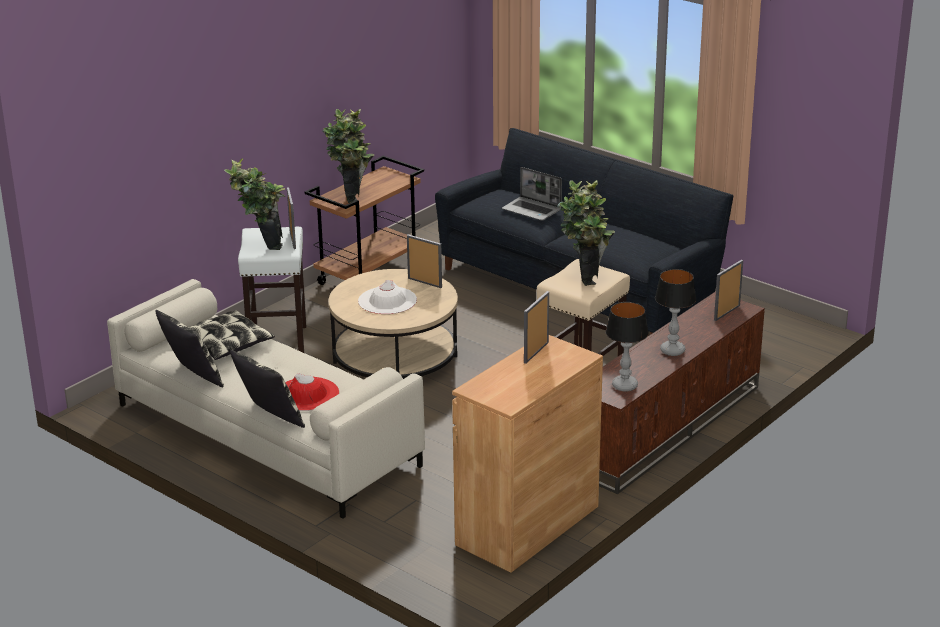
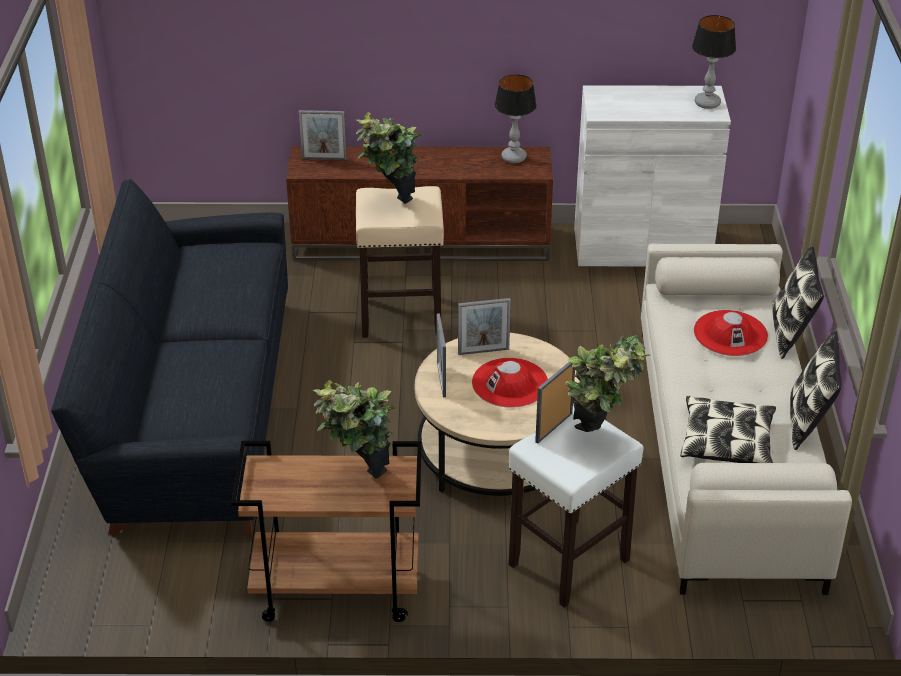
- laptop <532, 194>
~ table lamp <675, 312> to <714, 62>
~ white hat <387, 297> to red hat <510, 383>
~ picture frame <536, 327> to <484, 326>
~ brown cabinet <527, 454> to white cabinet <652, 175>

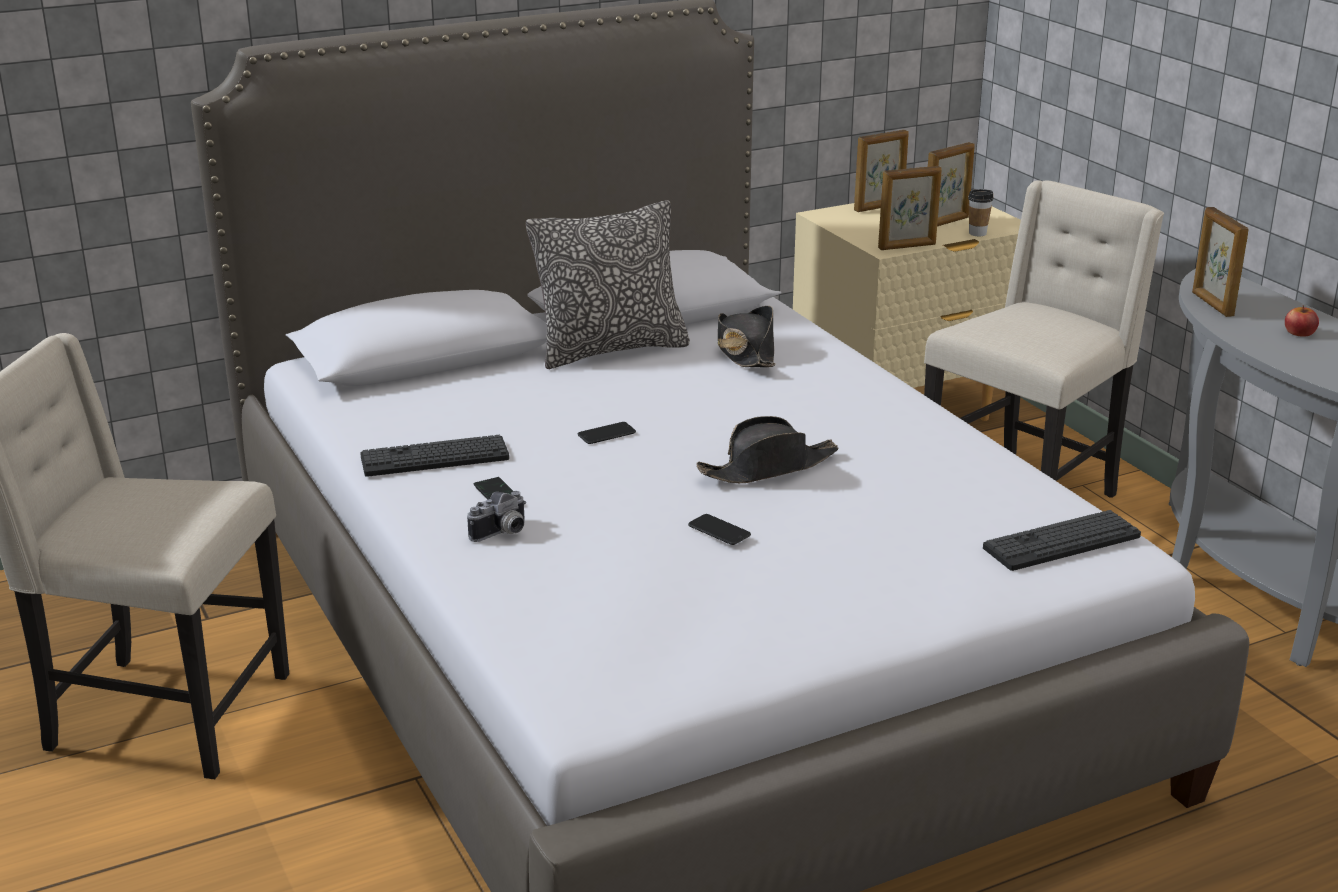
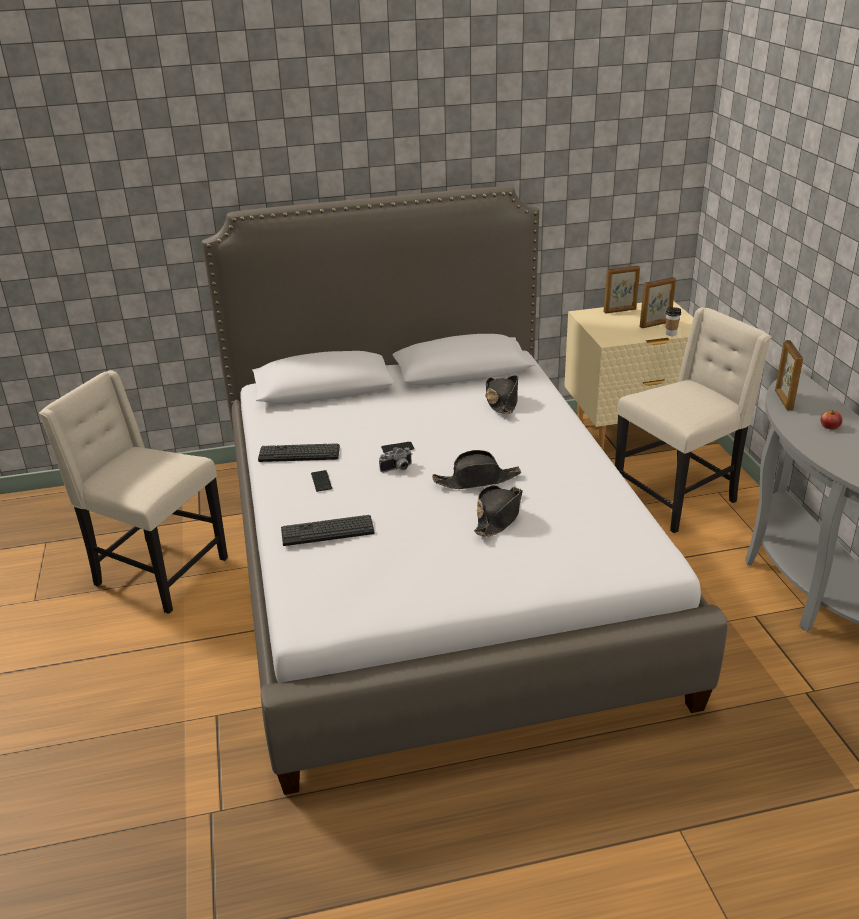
- picture frame <910, 208>
- pillow <608, 284>
~ photo camera <496, 516> to <395, 459>
~ keyboard <1062, 540> to <327, 530>
- phone <719, 529>
+ black hat <498, 511>

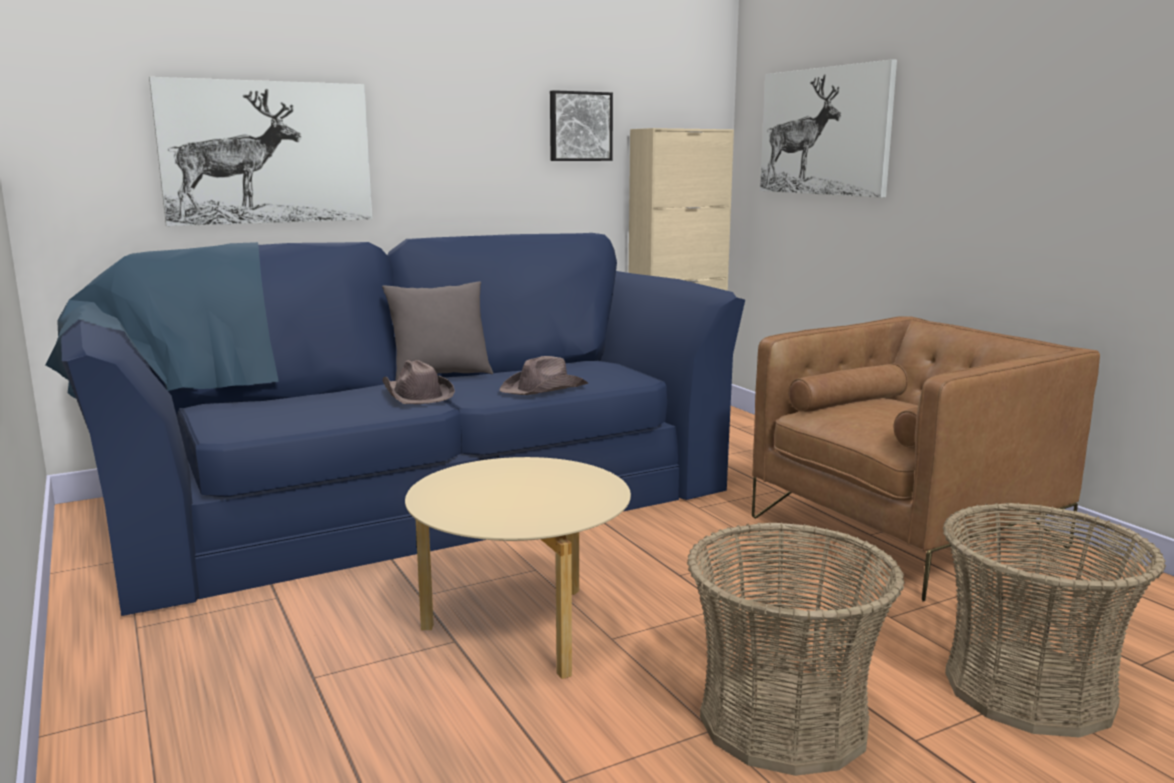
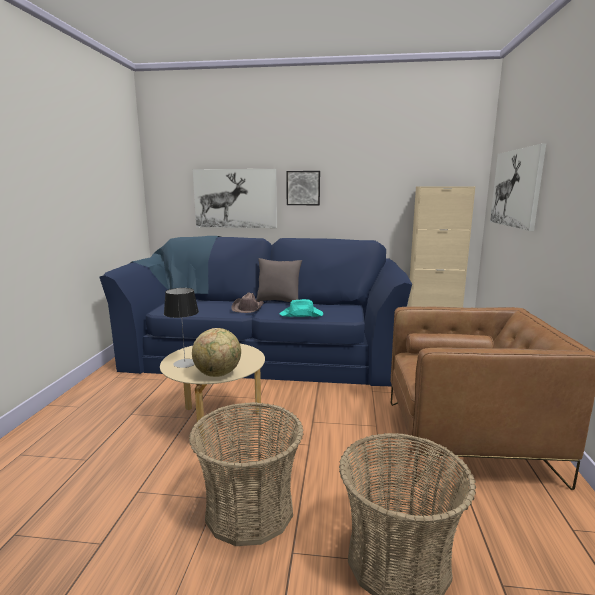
~ picture <581, 125> to <303, 188>
~ brown hat <543, 375> to turquoise hat <301, 308>
+ table lamp <181, 328>
+ globe <216, 352>

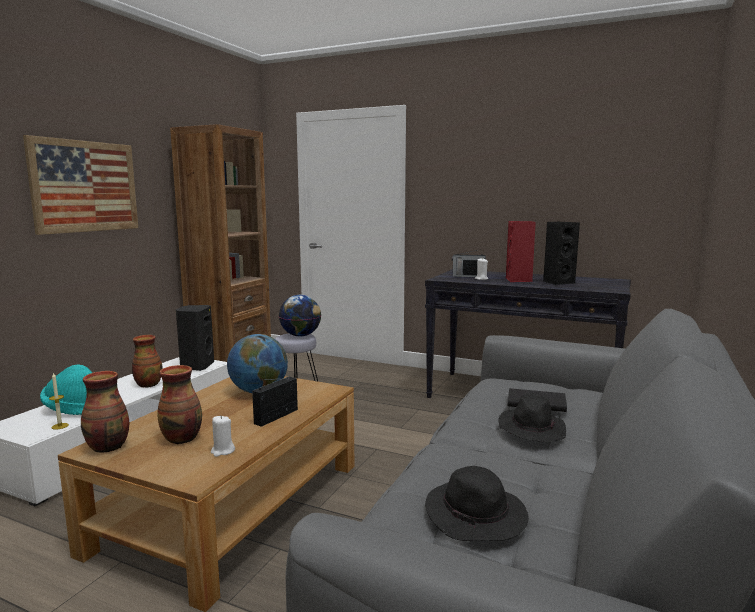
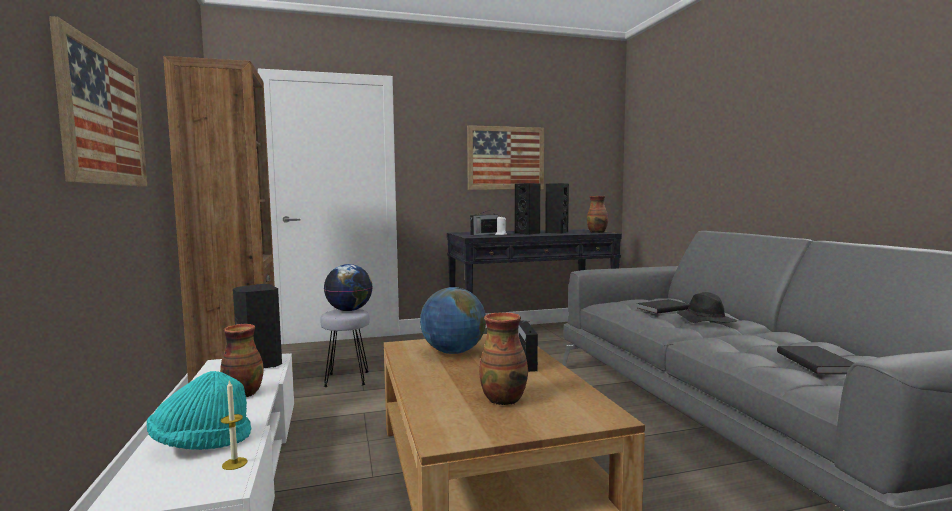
~ red speaker <521, 251> to black speaker <527, 209>
~ vase <105, 412> to <597, 214>
- white candle <223, 436>
~ black hat <477, 503> to black book <815, 360>
+ picture <505, 157>

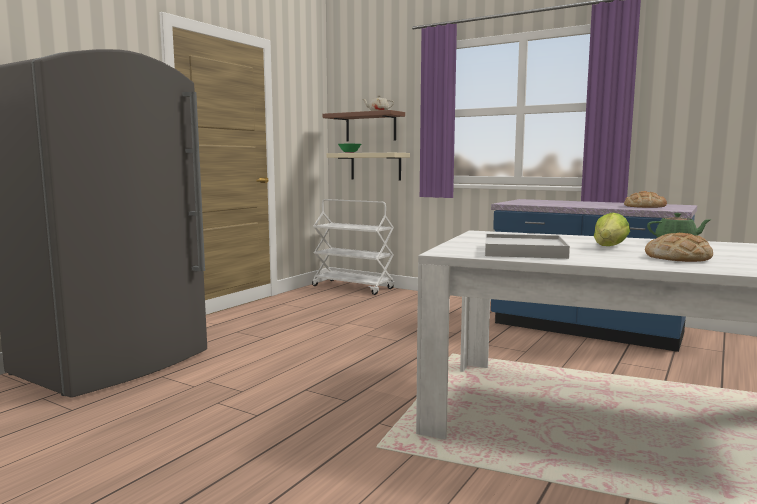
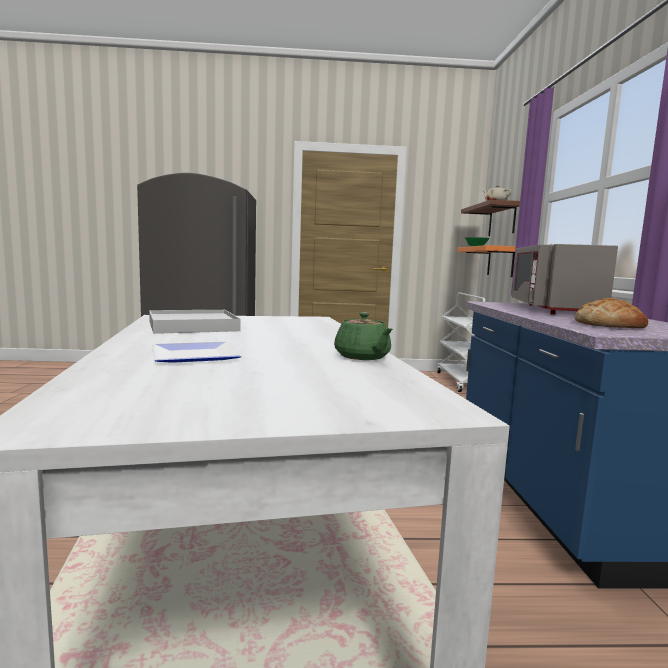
~ beige shelf <368, 167> to orange shelf <486, 261>
- lettuce <612, 229>
~ bread <679, 247> to plate <197, 352>
+ grey microwave <565, 279>

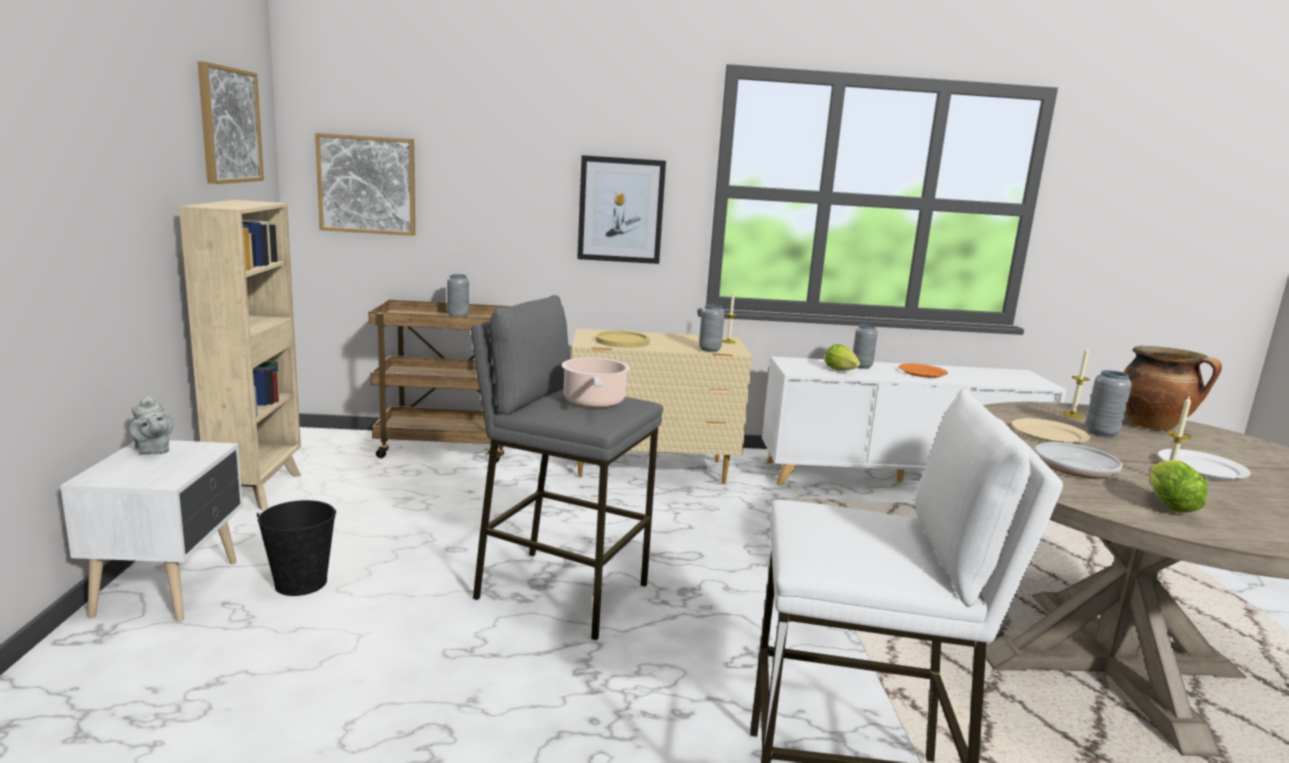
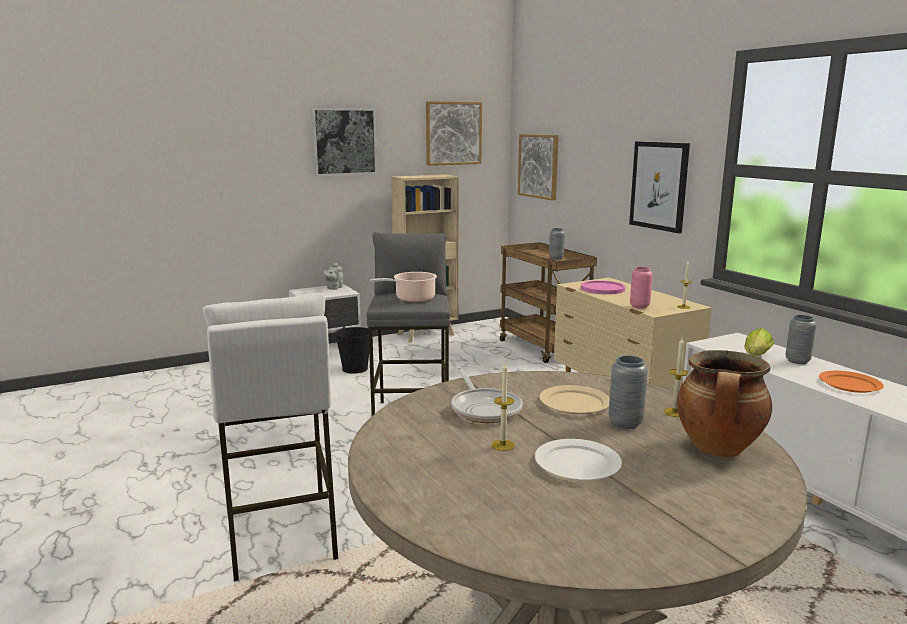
~ grey vase <712, 328> to pink vase <641, 288>
~ yellow plate <623, 339> to pink plate <603, 287>
- lettuce <1179, 486>
+ picture <344, 142>

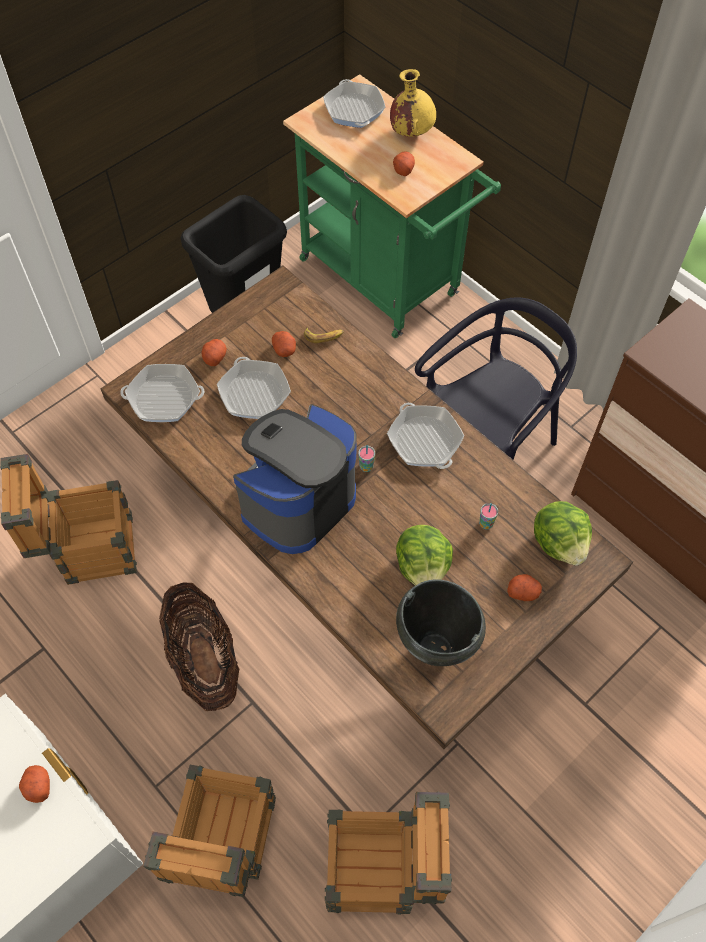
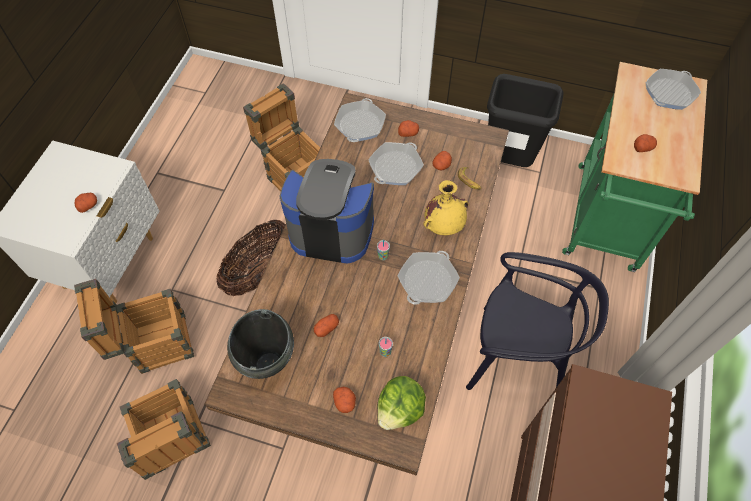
~ yellow vase <413, 103> to <446, 207>
~ frying pan <162, 393> = <360, 120> 45 degrees clockwise
~ lettuce <424, 555> to potato <326, 325>

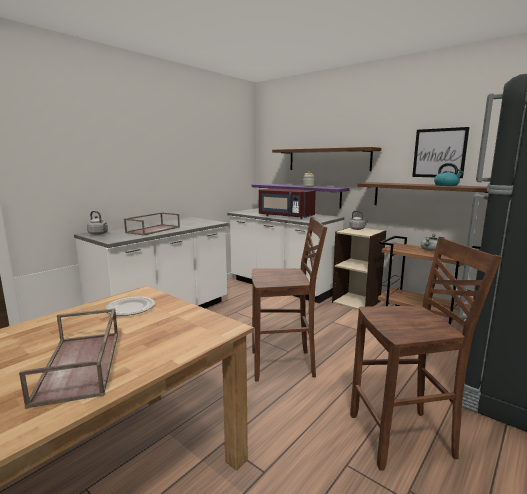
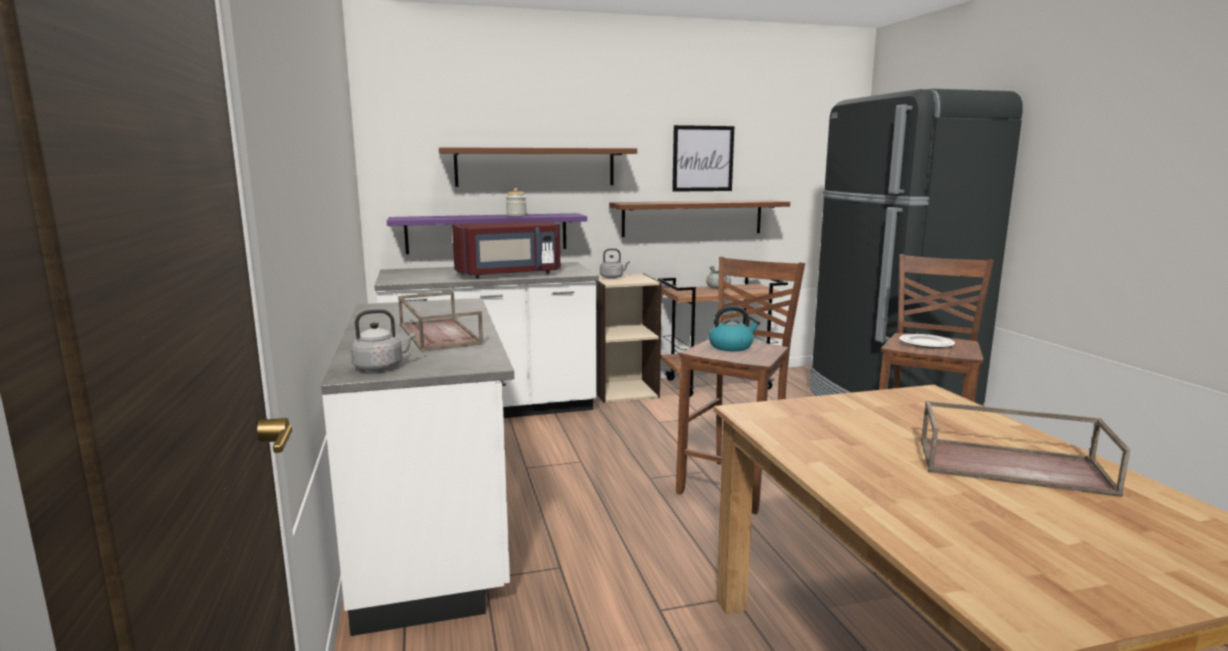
~ kettle <449, 174> to <734, 328>
~ plate <130, 306> to <927, 341>

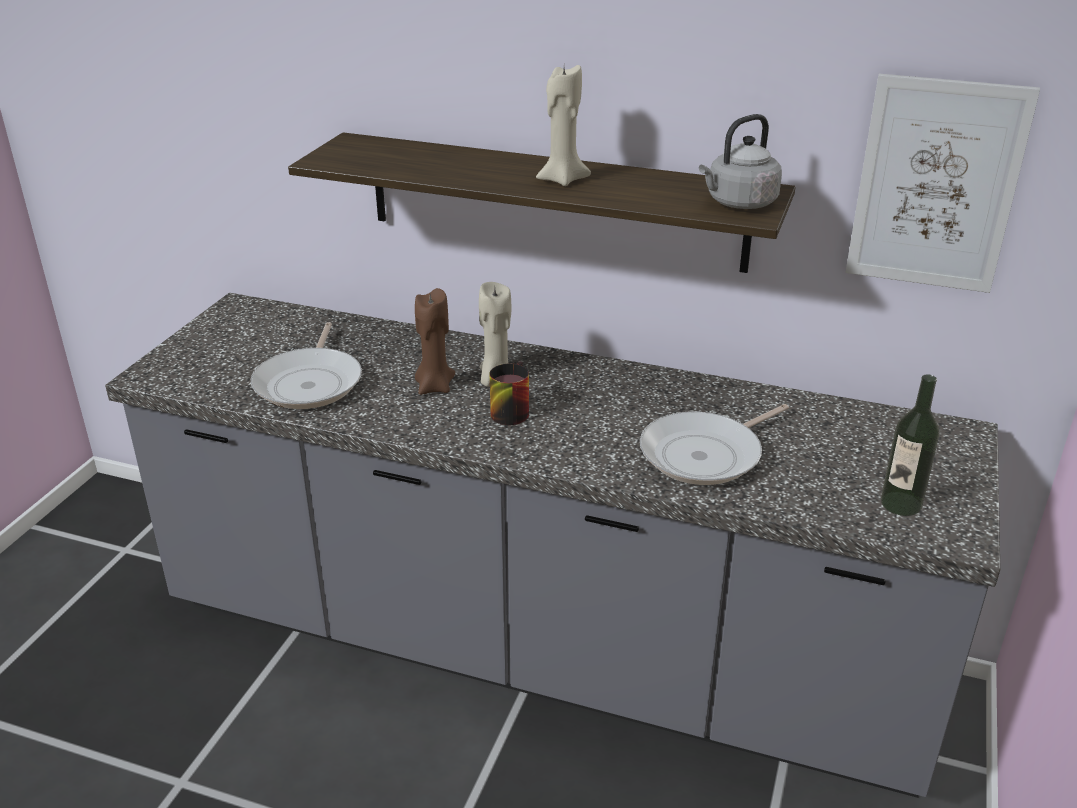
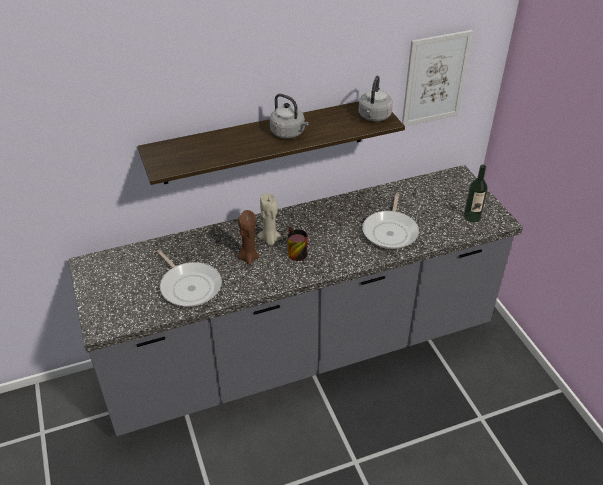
~ beige candle <563, 125> to grey kettle <289, 116>

